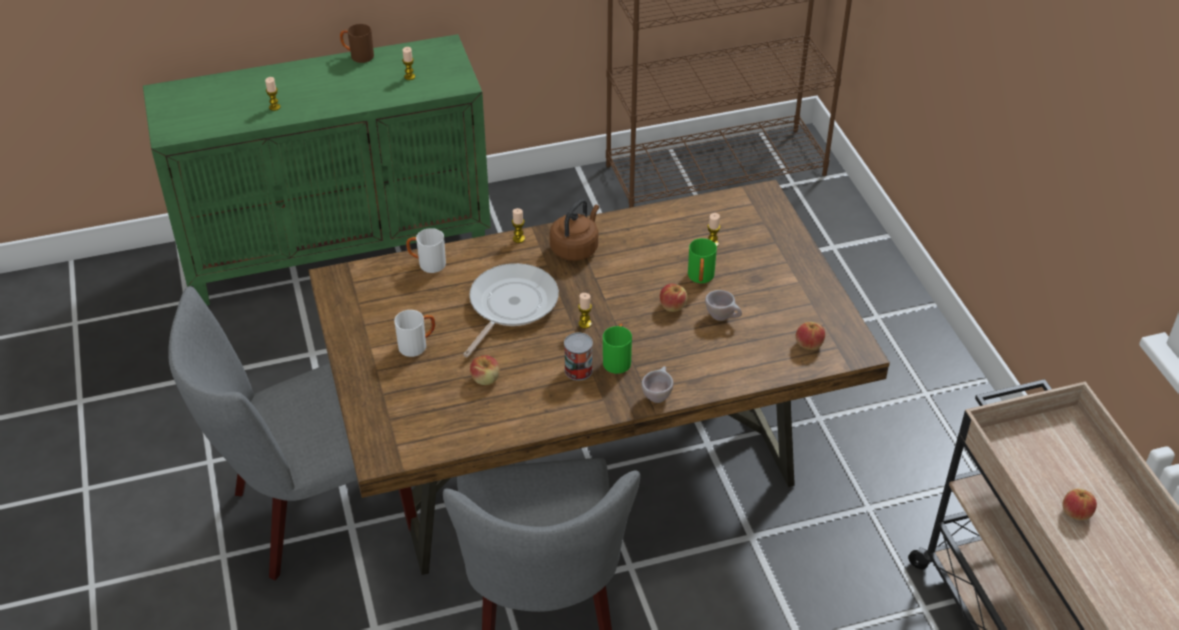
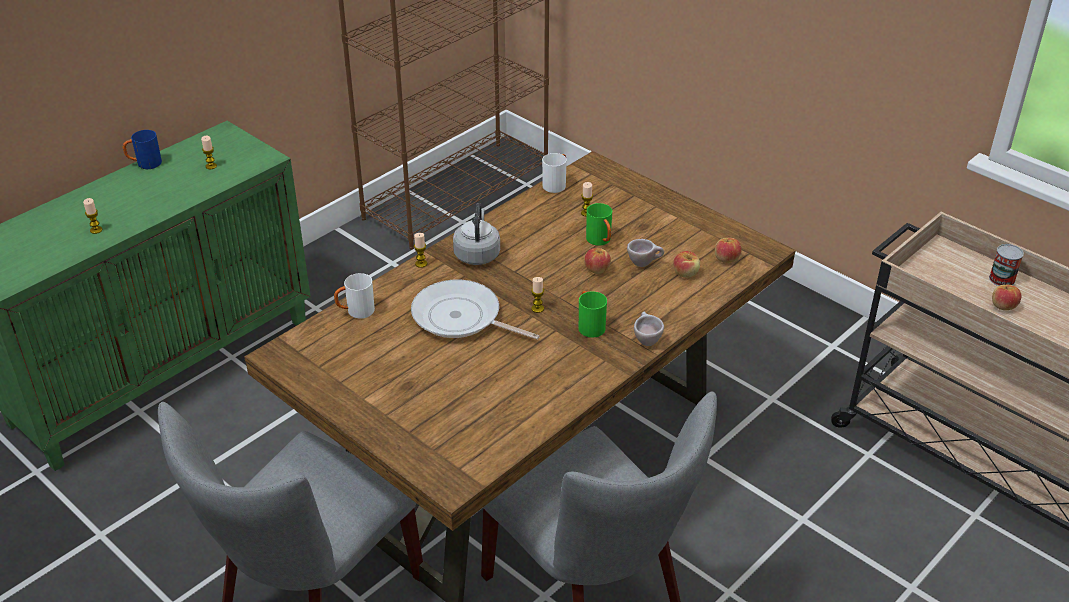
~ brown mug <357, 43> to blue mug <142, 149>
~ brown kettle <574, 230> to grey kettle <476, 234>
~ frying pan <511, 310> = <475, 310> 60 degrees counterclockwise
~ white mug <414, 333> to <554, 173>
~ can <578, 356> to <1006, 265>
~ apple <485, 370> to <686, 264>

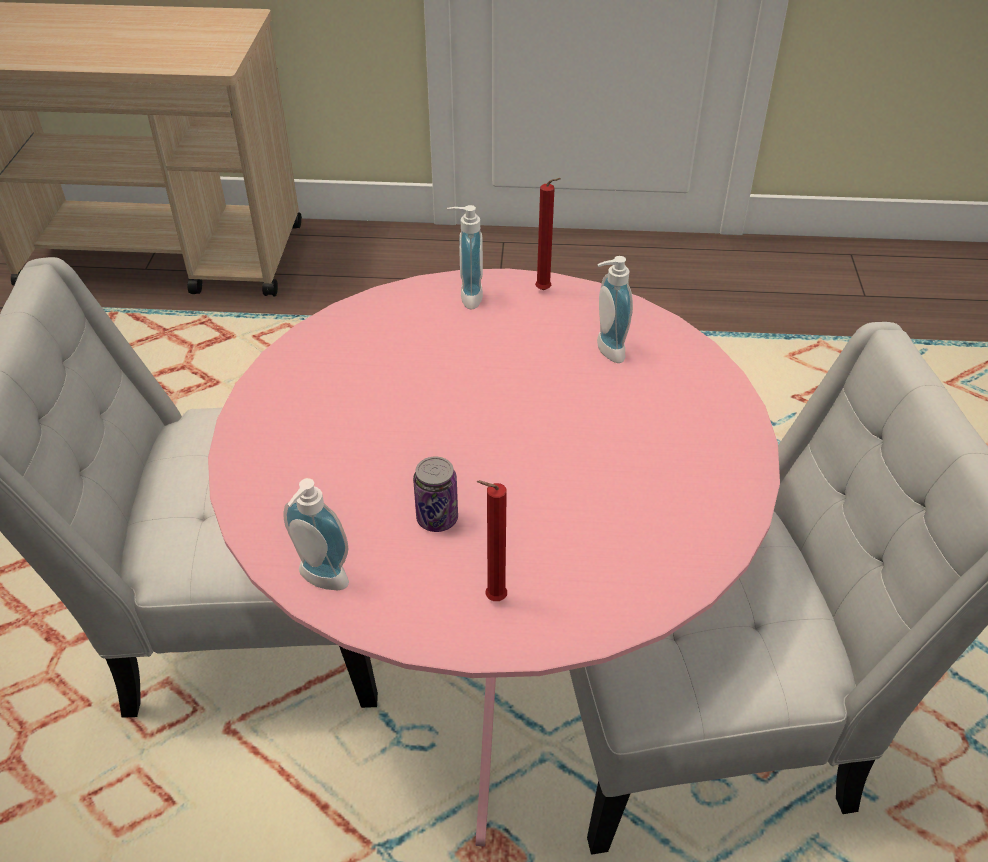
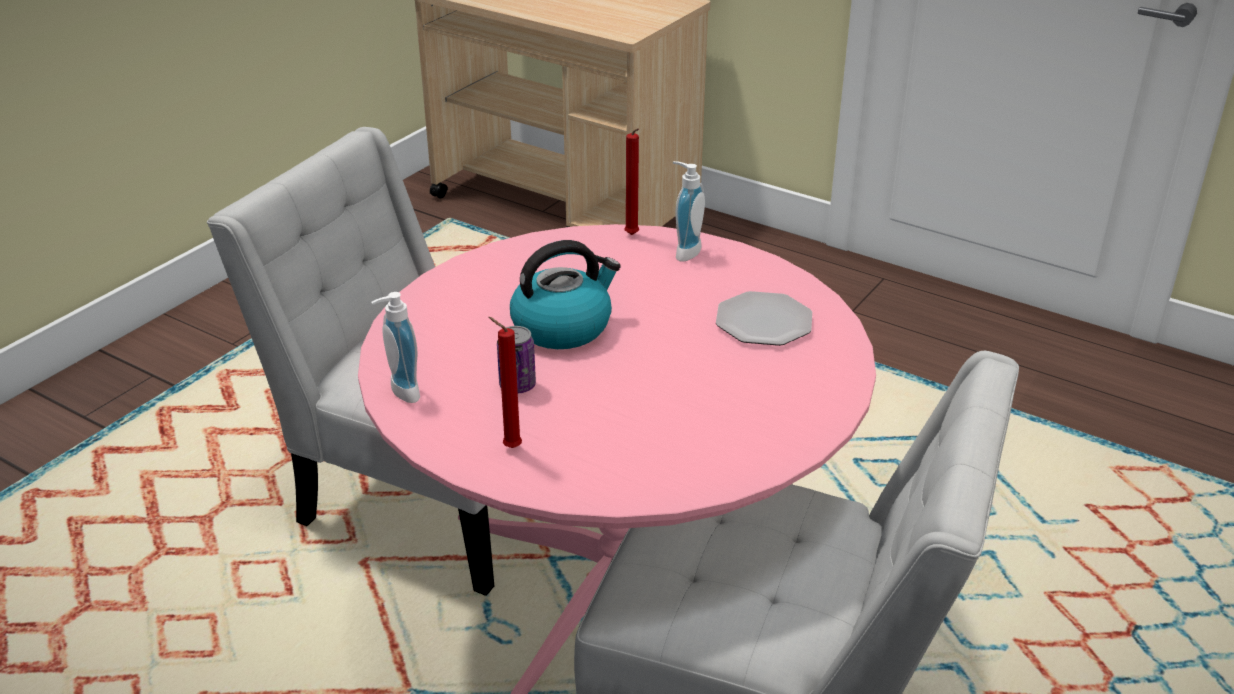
~ red candle <548, 234> to <631, 181>
~ soap dispenser <615, 309> to plate <764, 318>
+ kettle <565, 294>

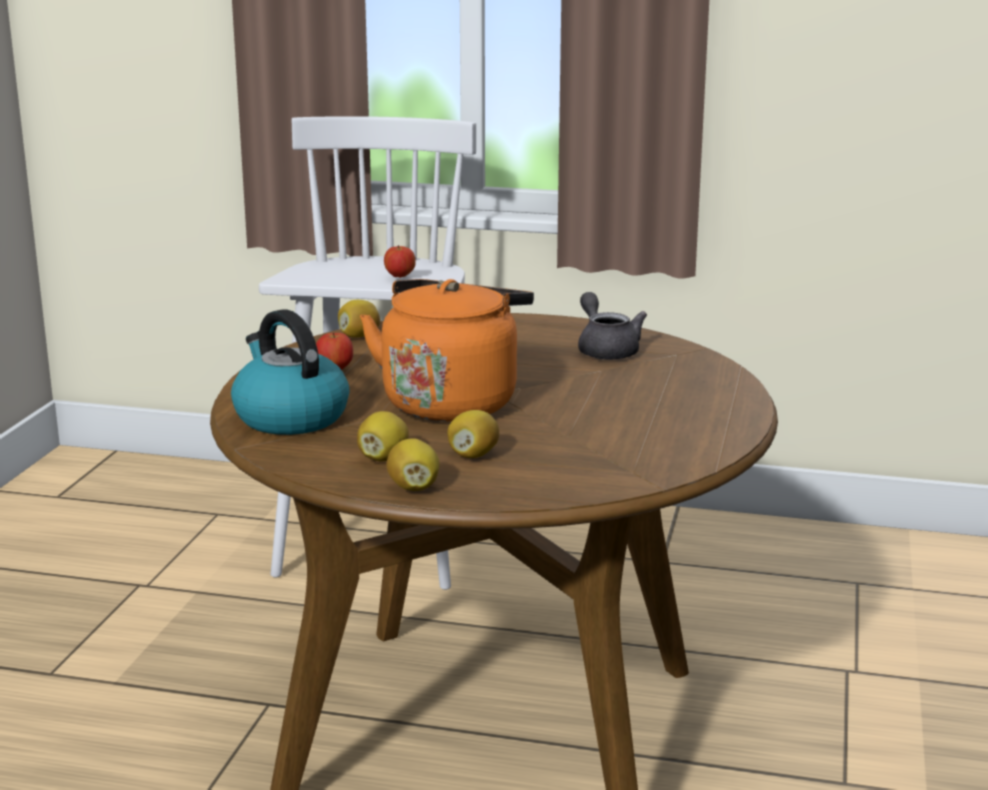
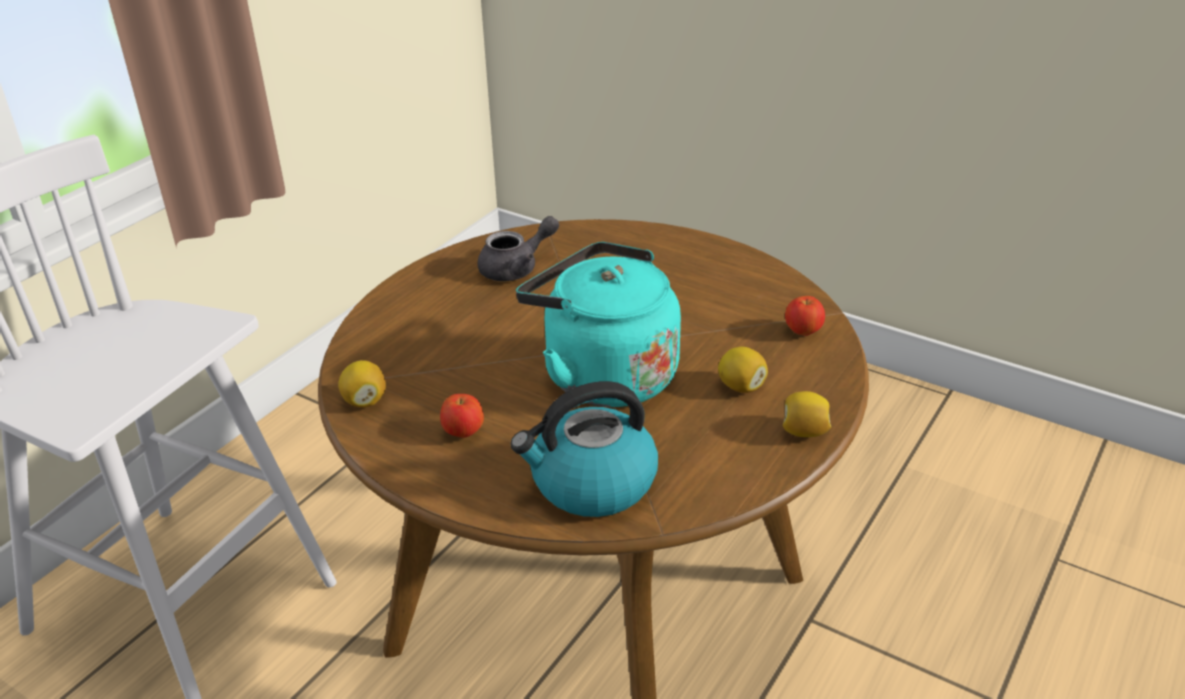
~ apple <400, 261> to <805, 316>
~ orange kettle <447, 350> to turquoise kettle <598, 324>
~ grey teapot <612, 326> = <518, 248> 150 degrees clockwise
- lemon <383, 436>

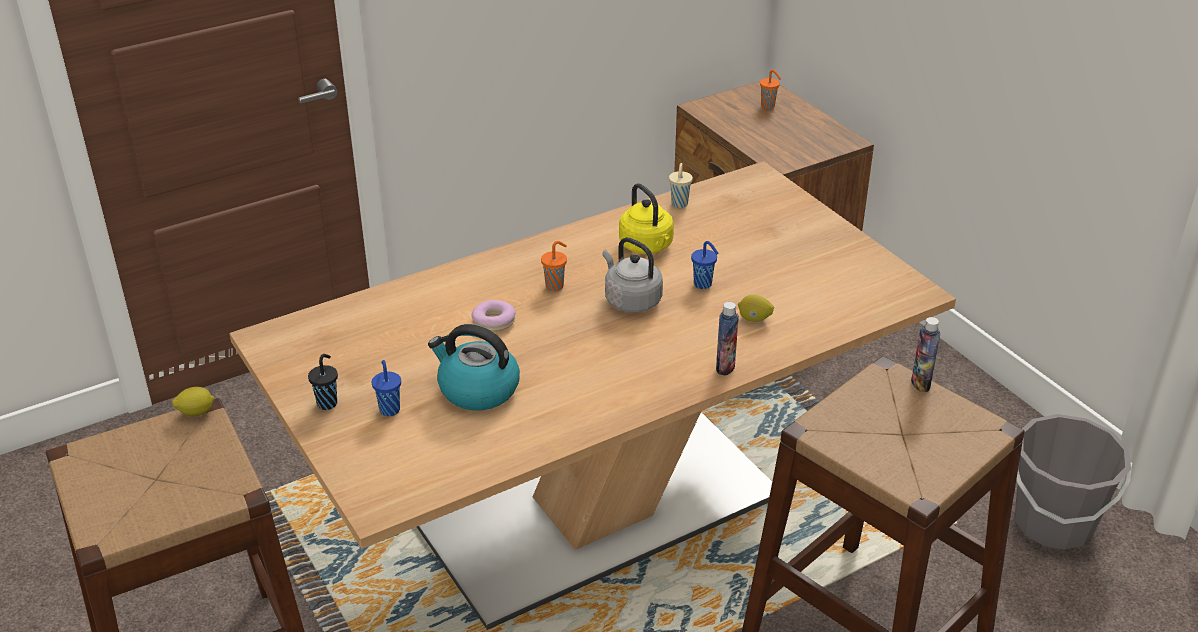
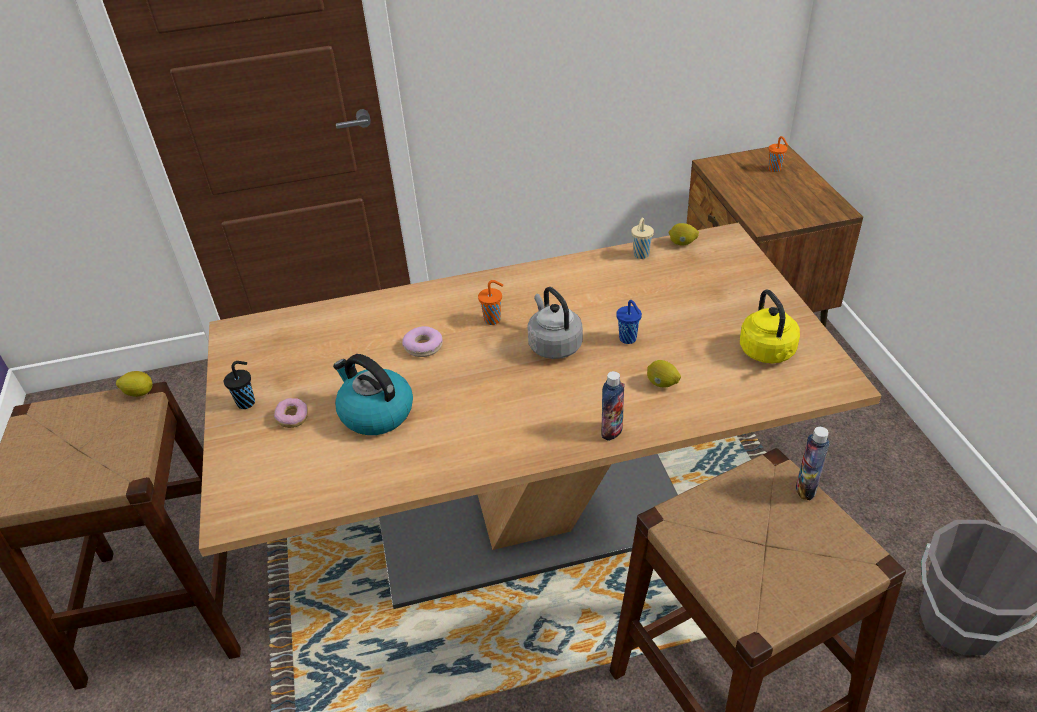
~ yellow kettle <646, 218> to <770, 326>
~ blue cup <386, 388> to donut <291, 413>
+ lemon <684, 234>

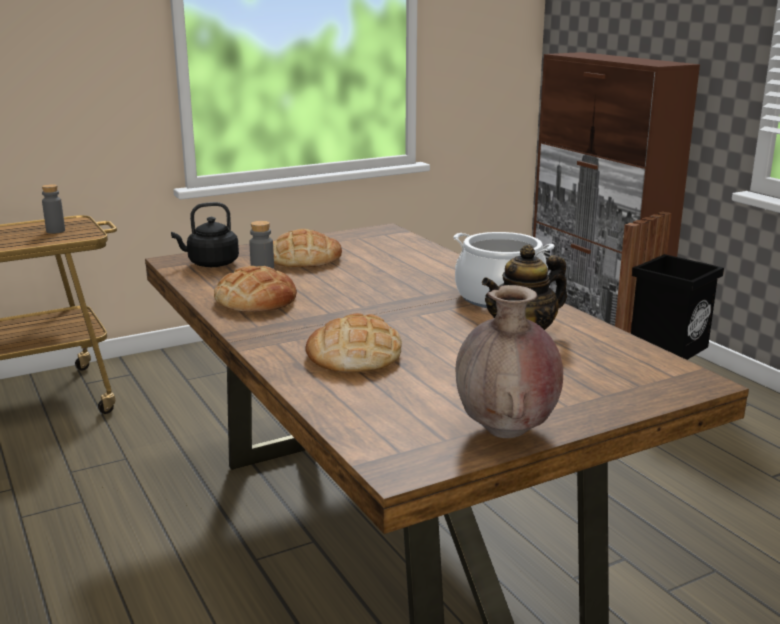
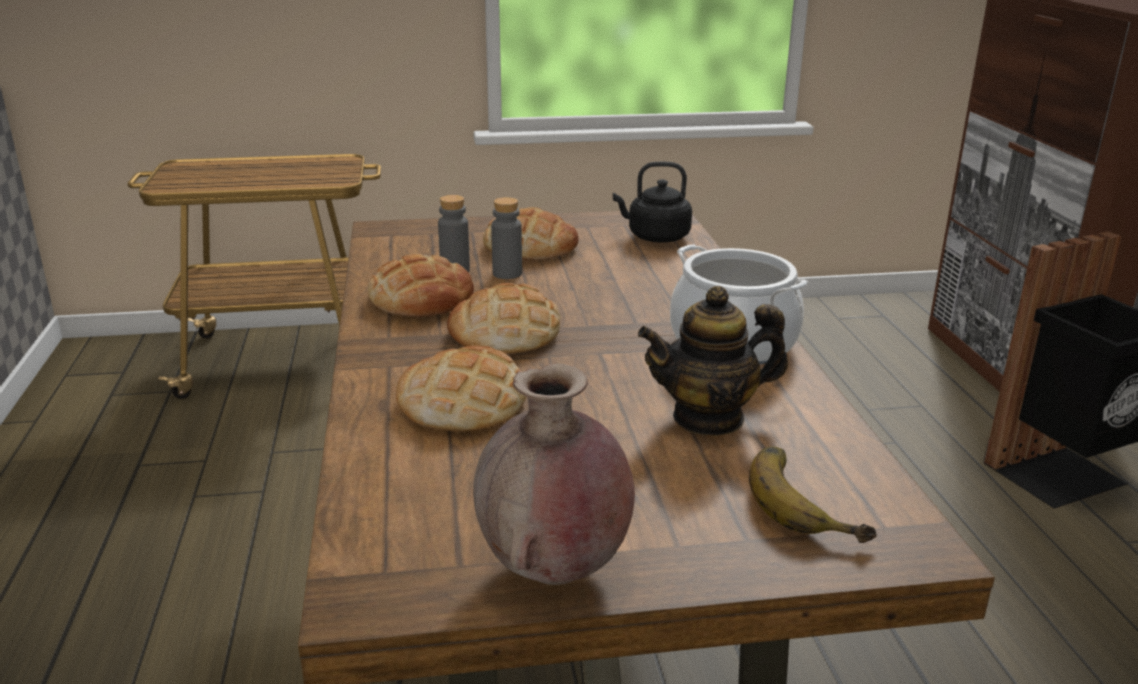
~ grey bottle <53, 209> to <506, 238>
~ black kettle <205, 234> to <652, 202>
+ bread <503, 318>
+ banana <813, 494>

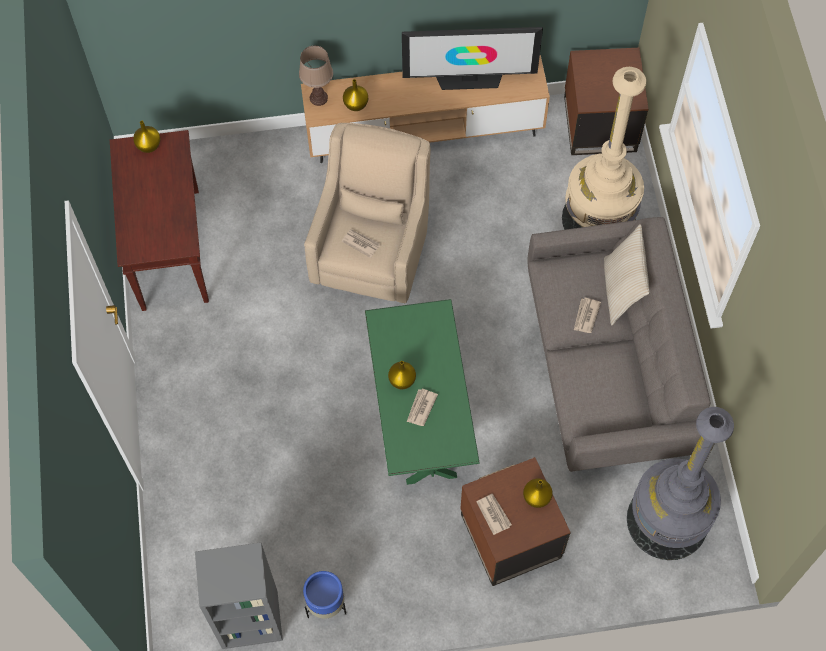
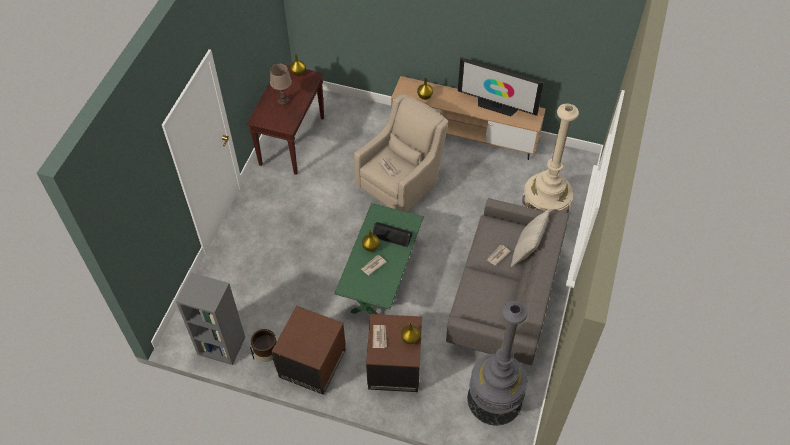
~ brown table lamp <316, 76> to <281, 84>
~ brown side table <606, 101> to <309, 350>
~ blue planter <324, 595> to brown planter <263, 346>
+ black speaker <393, 235>

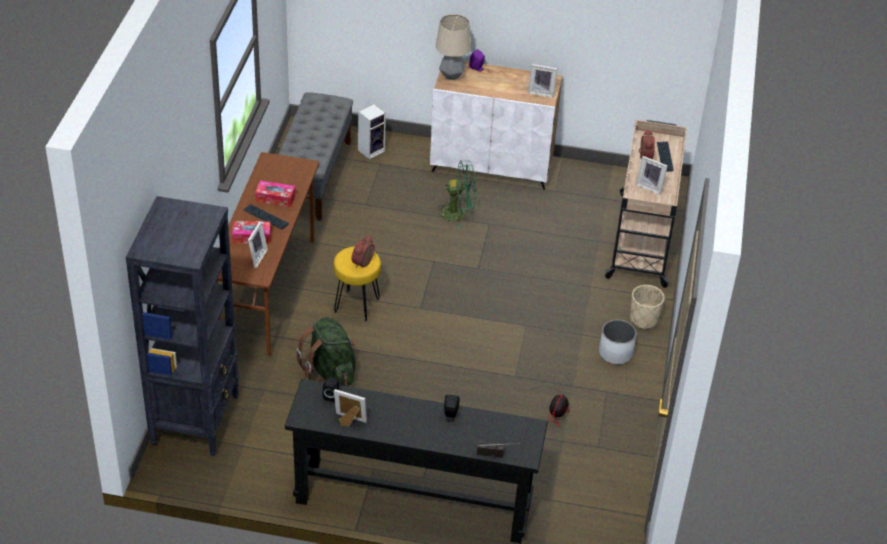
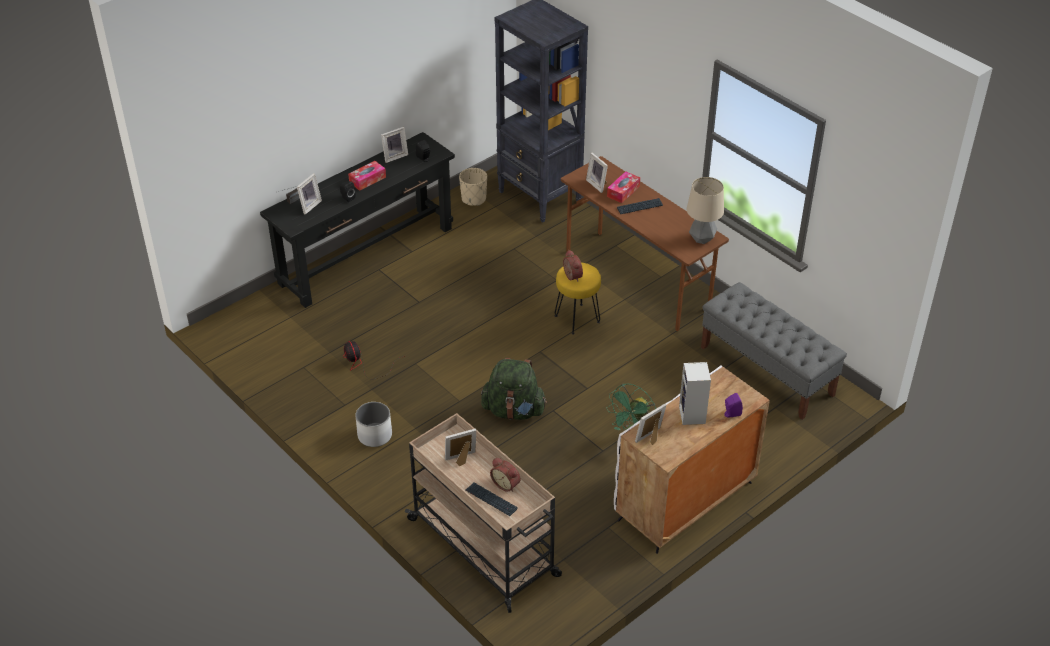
~ table lamp <453, 47> to <705, 210>
~ speaker <372, 131> to <695, 393>
~ tissue box <275, 193> to <367, 176>
~ beige planter <647, 307> to <473, 187>
~ green backpack <326, 351> to <514, 389>
+ picture frame <309, 193>

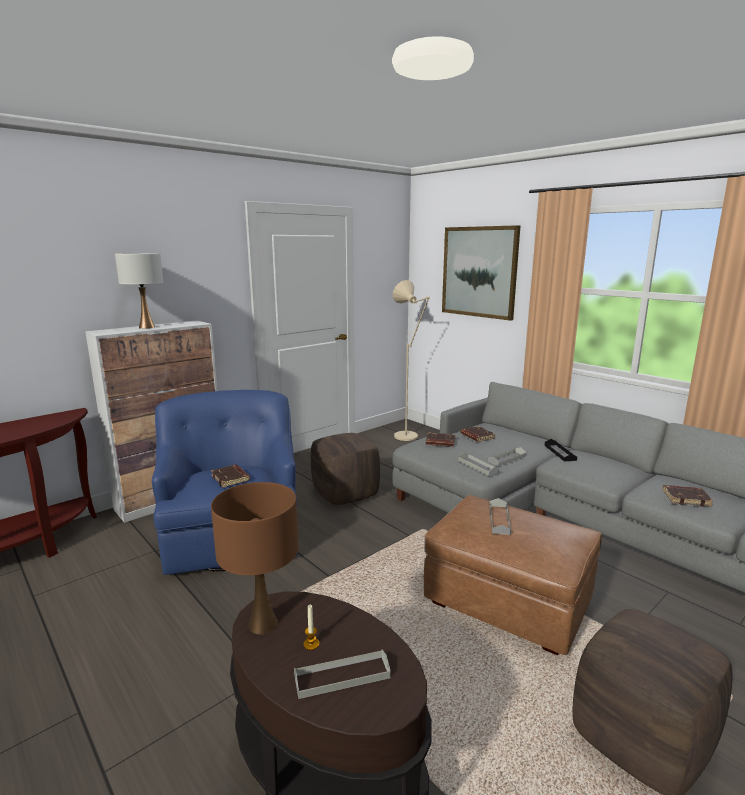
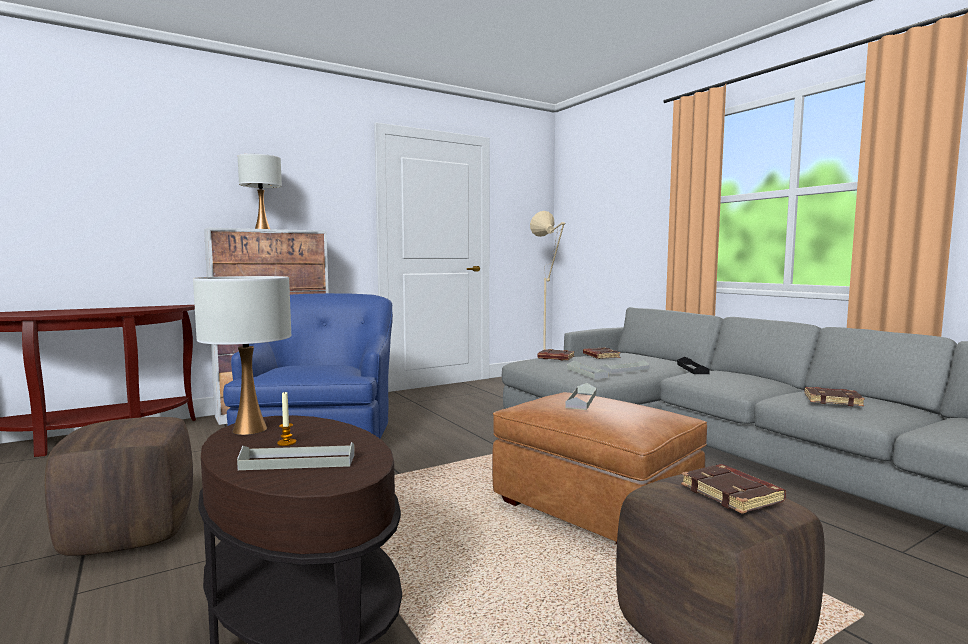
- picture <481, 273>
~ brown ottoman <345, 469> to <119, 486>
~ brown book <230, 476> to <733, 489>
~ brown table lamp <254, 558> to white table lamp <242, 355>

